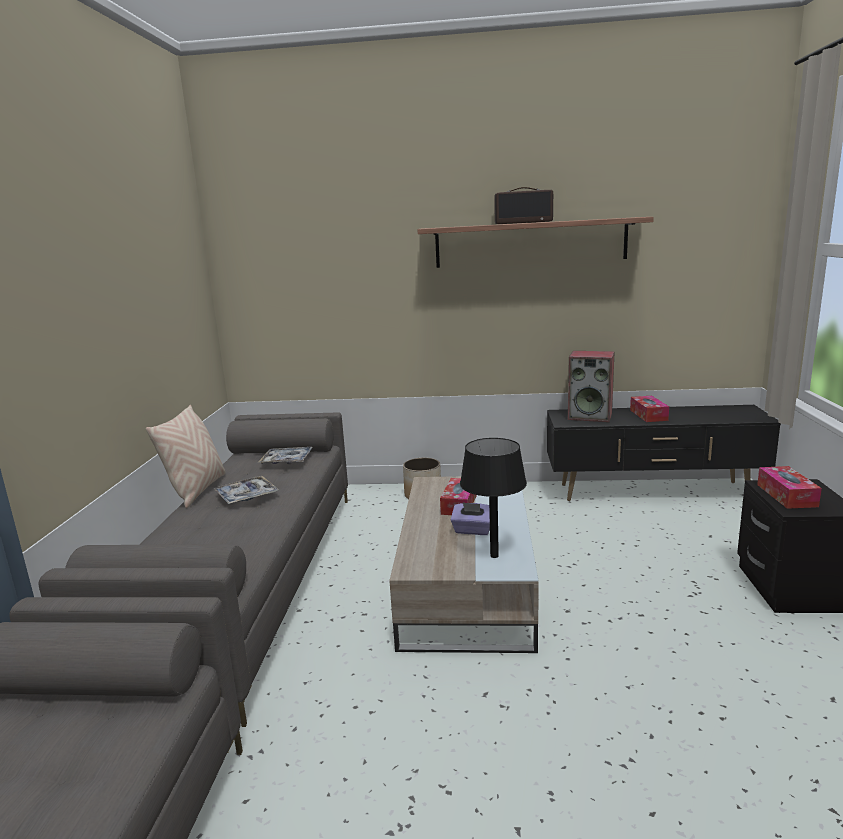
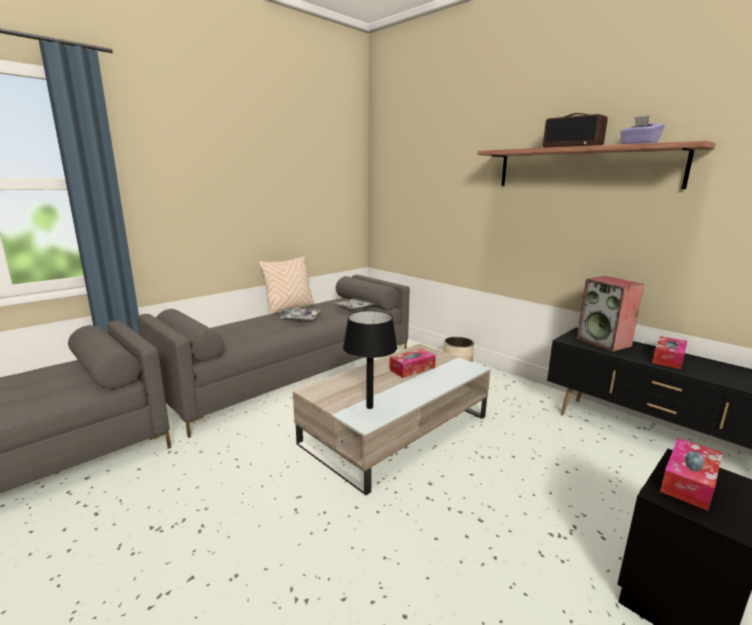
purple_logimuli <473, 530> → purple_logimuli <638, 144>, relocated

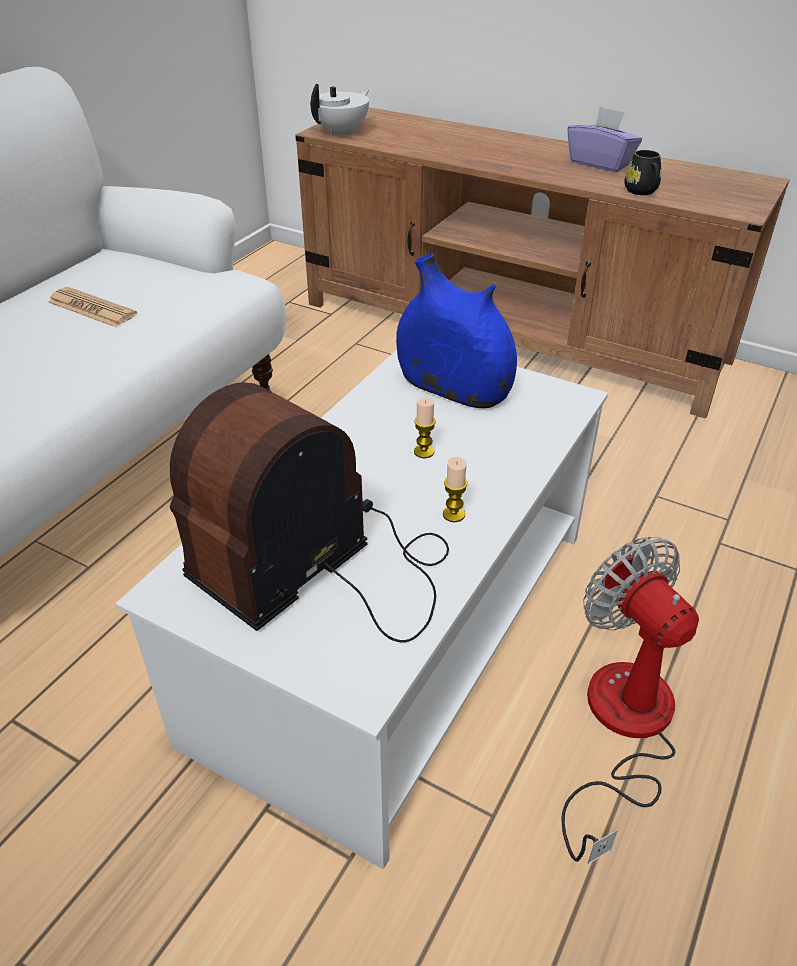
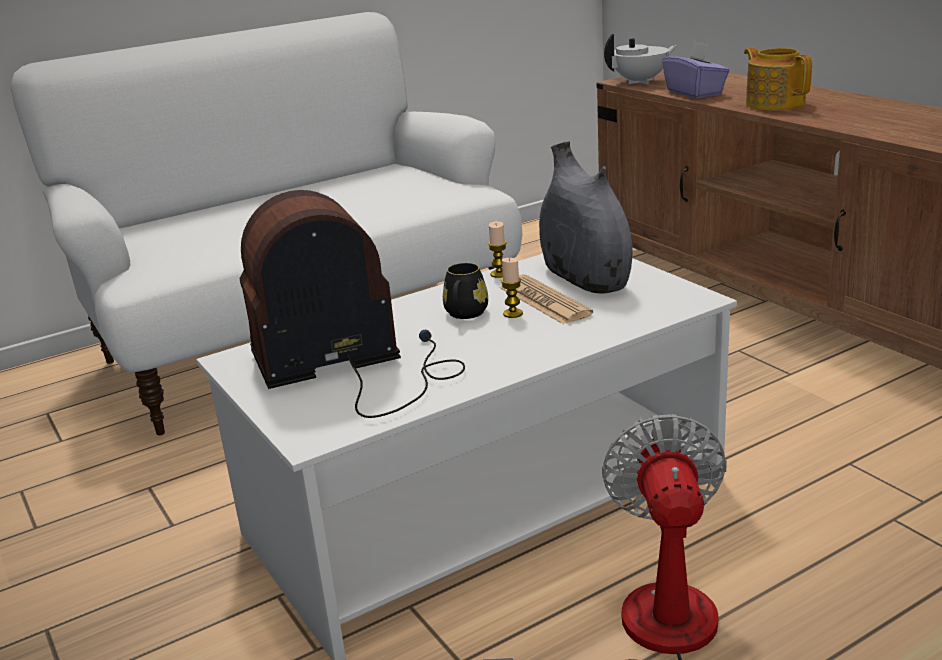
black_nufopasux <642, 192> → black_nufopasux <465, 314>, relocated
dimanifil <453, 514> → dimanifil <499, 274>, relocated
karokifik <92, 308> → karokifik <544, 301>, relocated
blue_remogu <453, 389> → grey_remogu <585, 278>
purple_logimuli <600, 163> → purple_logimuli <695, 93>, relocated
- → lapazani <774, 103>

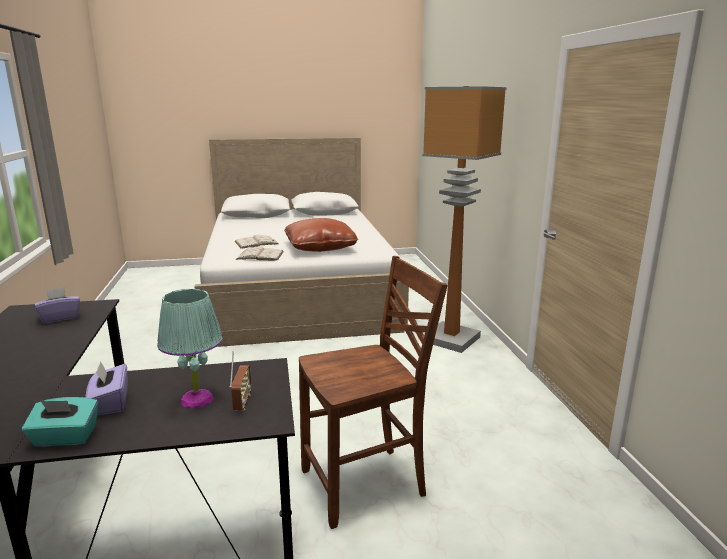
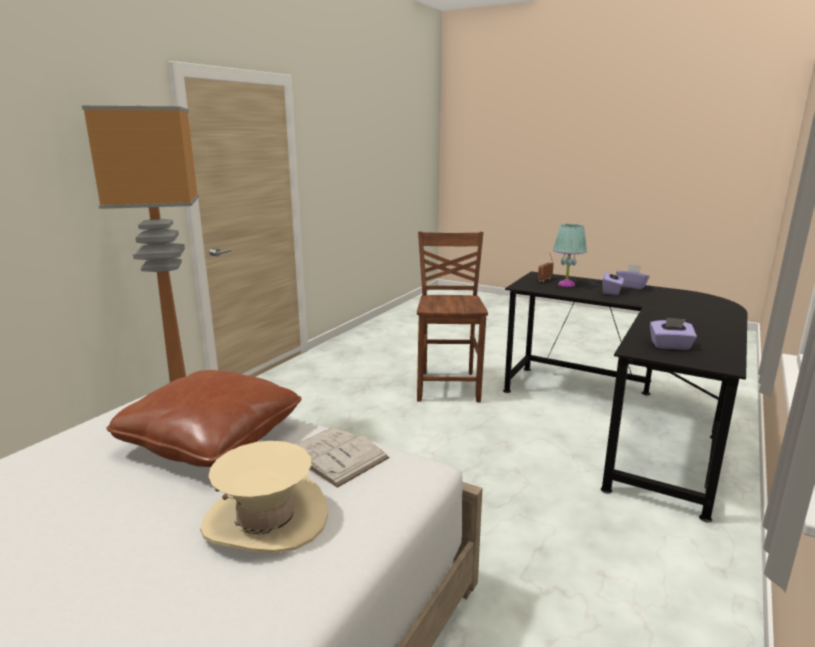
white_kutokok <256, 242> → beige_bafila <265, 519>
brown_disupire <366, 484> → brown_disupire <448, 386>, 75 degrees clockwise
turquoise_logimuli <65, 438> → purple_logimuli <631, 286>

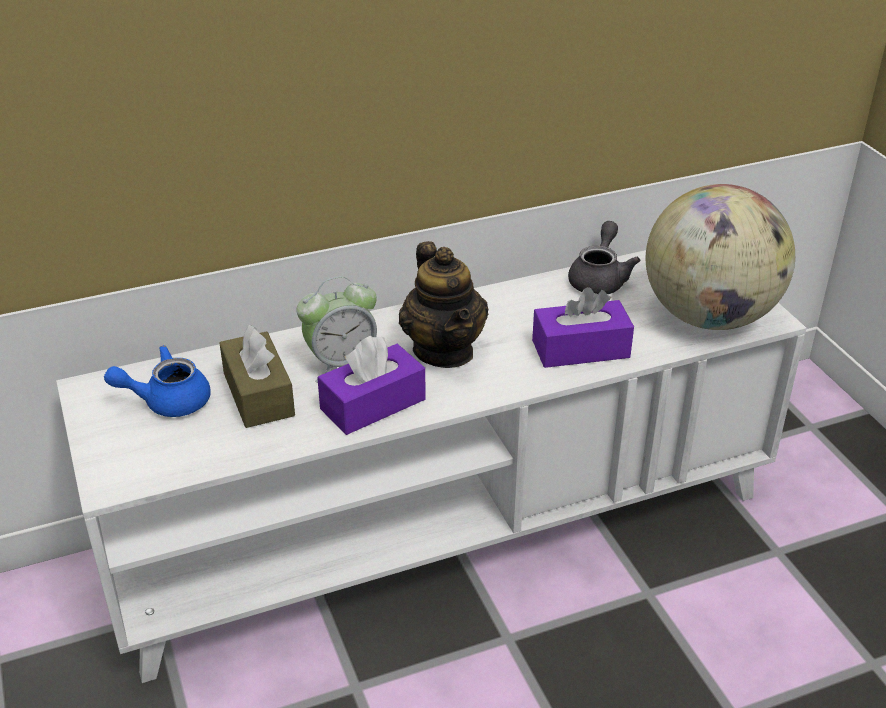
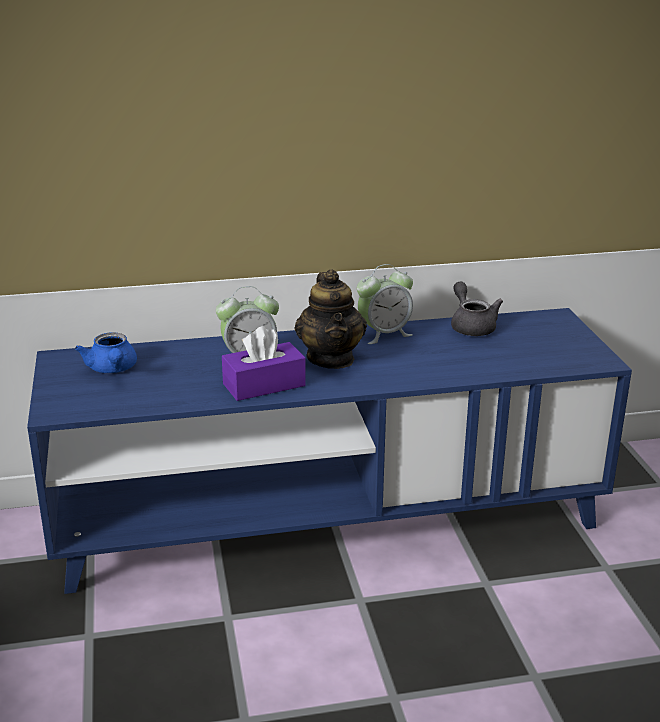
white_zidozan <443, 528> → blue_zidozan <329, 520>
blue_lapazani <167, 401> → blue_lapazani <112, 369>, 105 degrees counterclockwise
- → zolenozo <384, 334>
grey_lapazani <599, 279> → grey_lapazani <471, 326>, 45 degrees counterclockwise
brown_logimuli <258, 394> → -
purple_logimuli <580, 349> → -
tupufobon <709, 317> → -

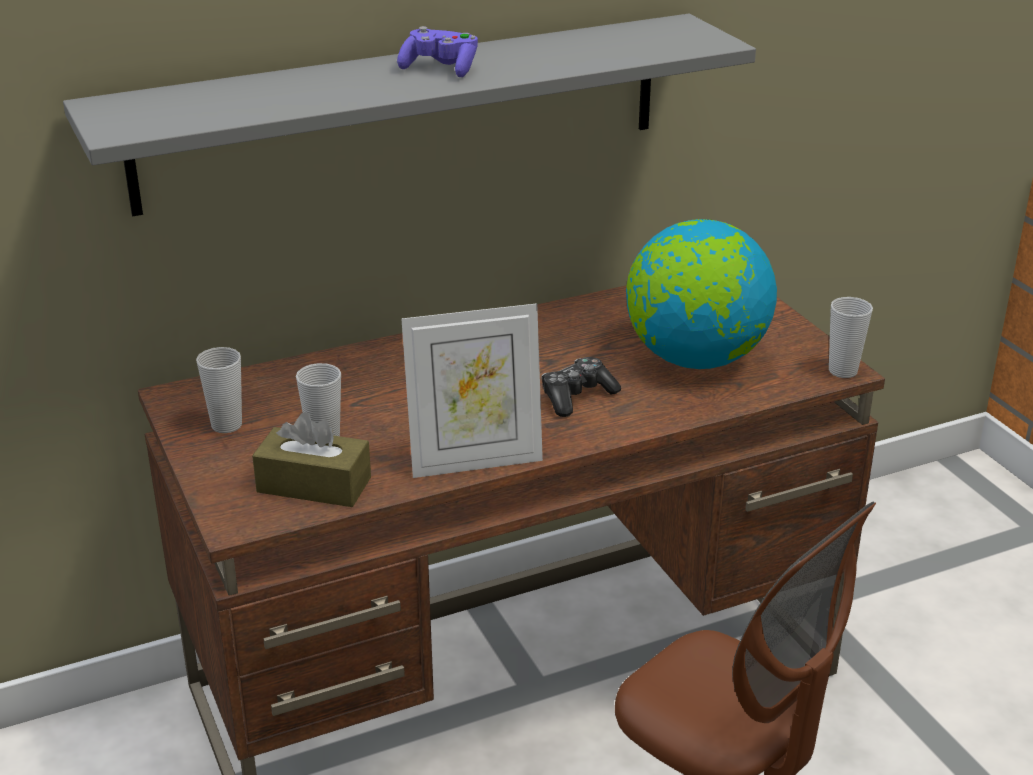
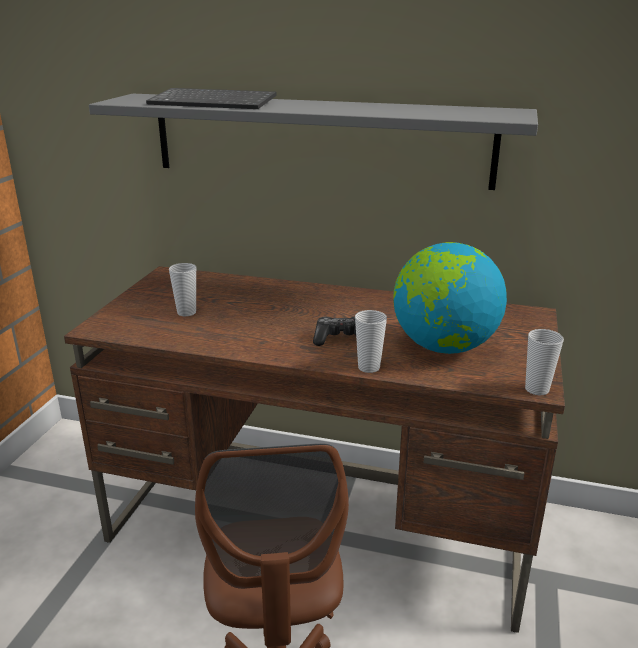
- → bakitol <215, 102>
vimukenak <226, 425> → vimukenak <368, 367>, relocated
brown_logimuli <314, 485> → -
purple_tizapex <440, 69> → -
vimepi <475, 461> → -

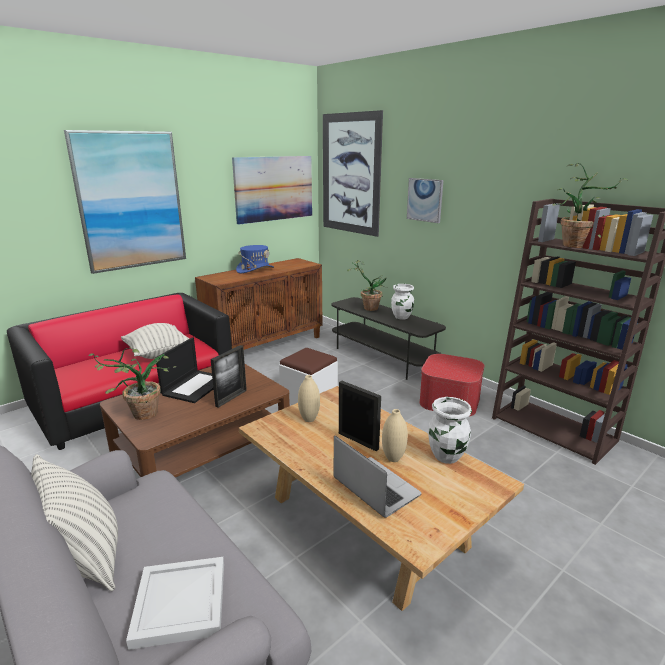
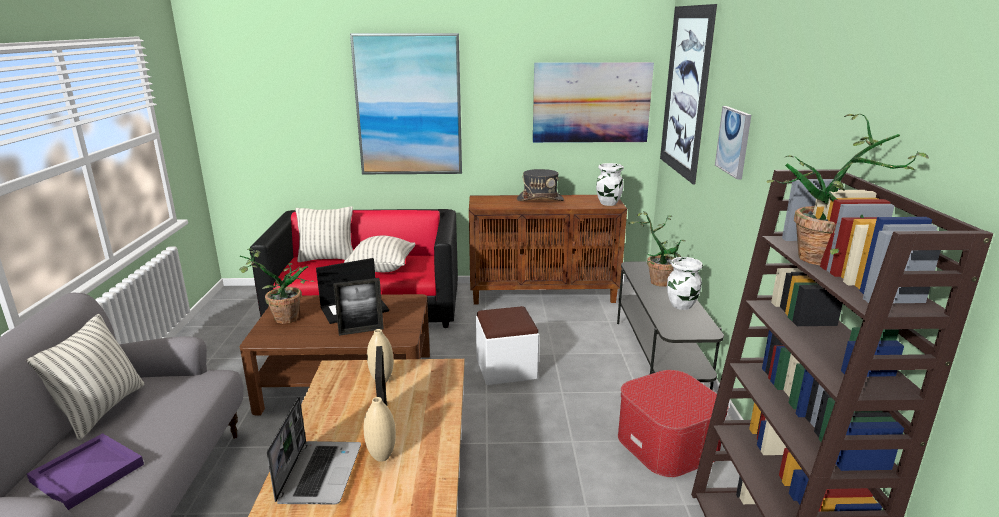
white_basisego <179, 602> → purple_basisego <88, 472>
- → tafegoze <327, 258>
blue_bafila <255, 270> → grey_bafila <540, 199>
white_remogu <447, 457> → white_remogu <608, 203>, relocated

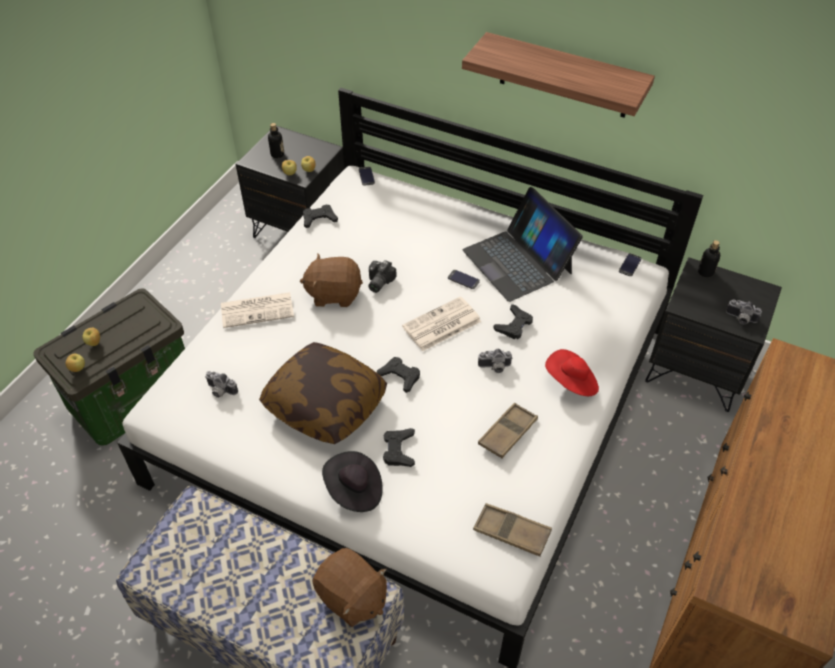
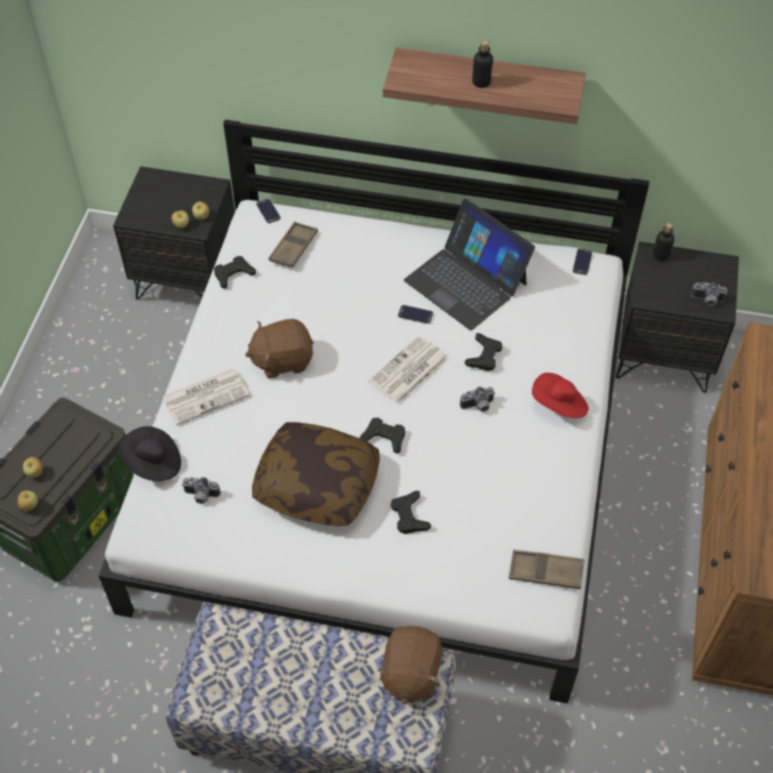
black_bafila <354, 490> → black_bafila <153, 463>, relocated
brown_basisego <507, 433> → brown_basisego <293, 248>, relocated
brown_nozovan <351, 597> → brown_nozovan <410, 673>, 75 degrees clockwise
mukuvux <277, 154> → mukuvux <481, 82>, relocated
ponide <378, 282> → -

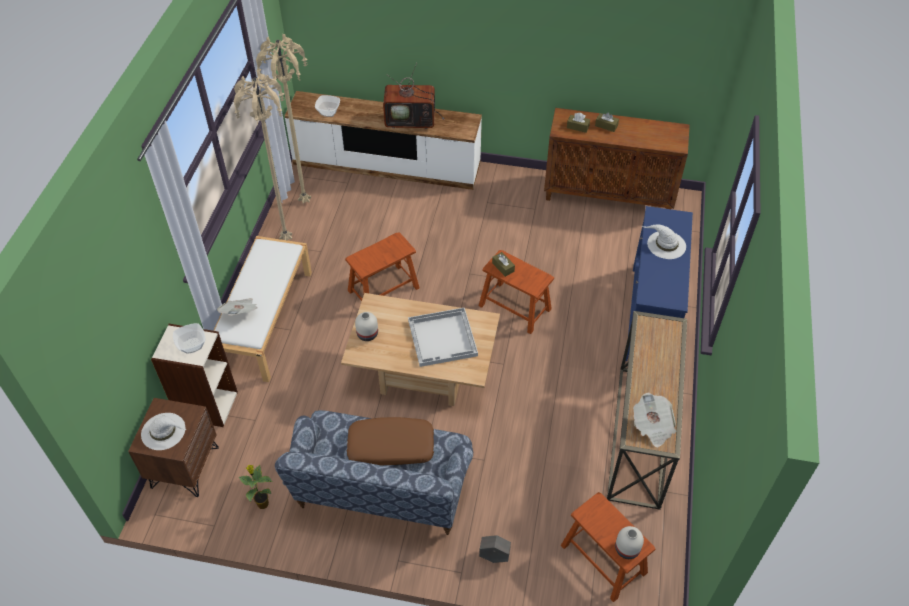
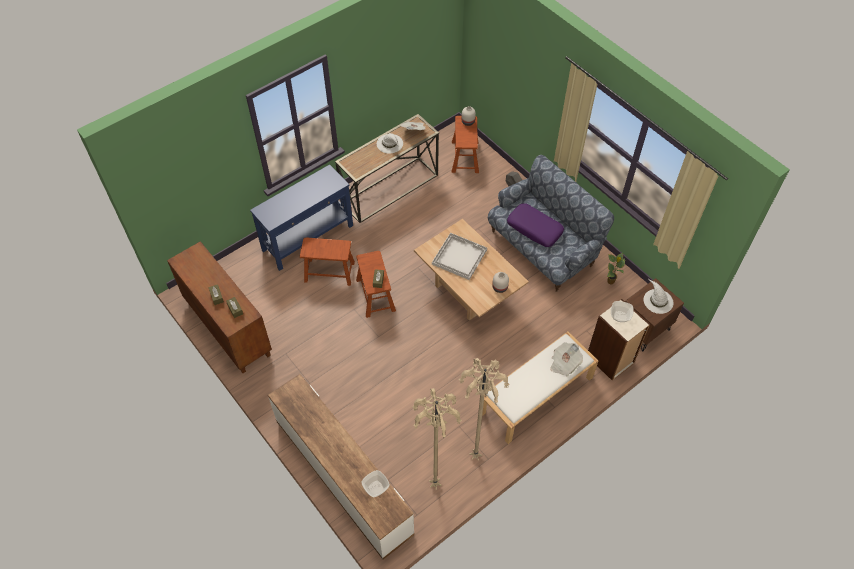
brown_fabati <383, 289> → brown_fabati <329, 271>, relocated
white_bafila <665, 245> → white_bafila <390, 144>, relocated
brown_tafegoze <390, 447> → purple_tafegoze <535, 229>
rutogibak <412, 120> → -

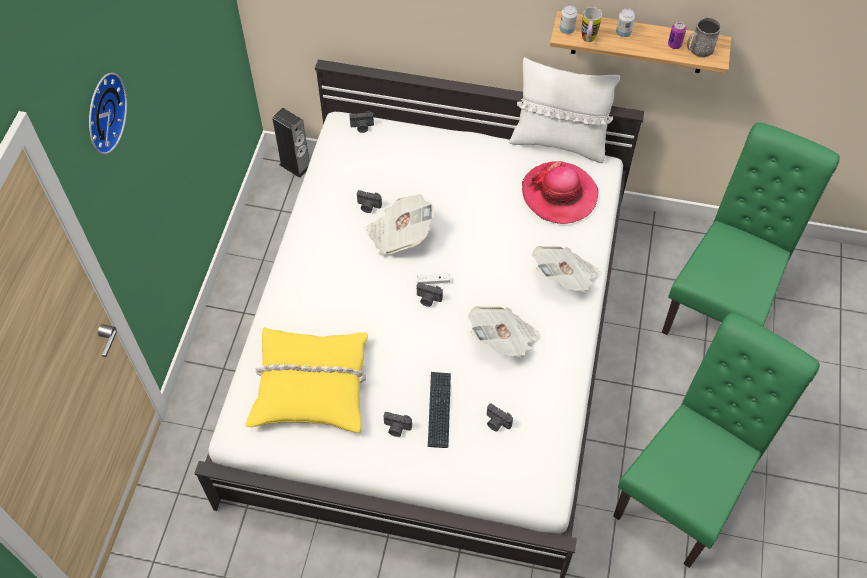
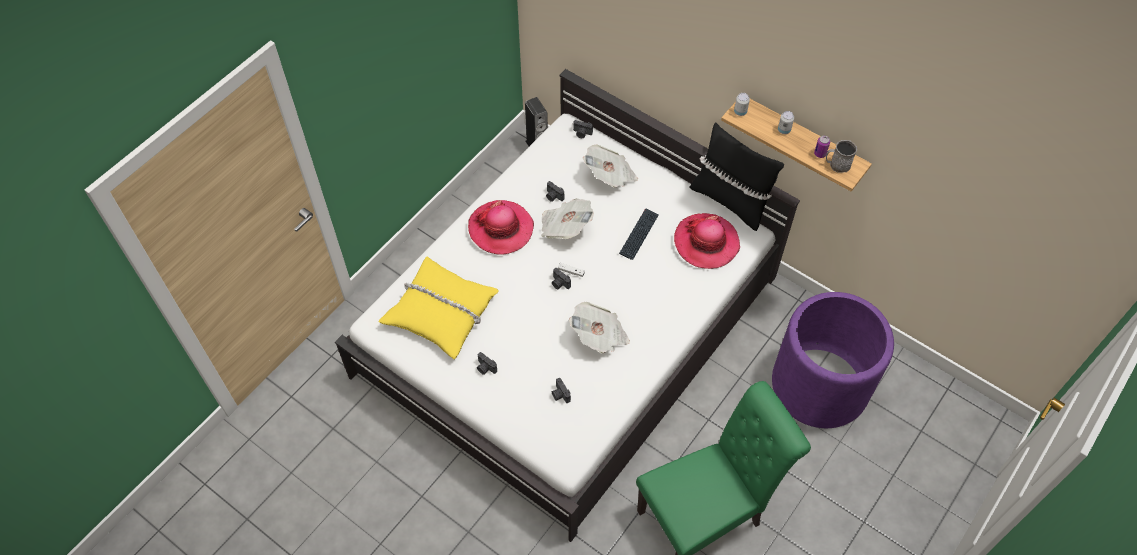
- → bafila <501, 229>
karokifik <565, 277> → karokifik <610, 176>, relocated
bakitol <439, 410> → bakitol <639, 234>, relocated
white_tafegoze <559, 142> → black_tafegoze <730, 201>
green_disupire <722, 303> → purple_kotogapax <820, 385>
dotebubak <101, 112> → -
nufopasux <588, 40> → -

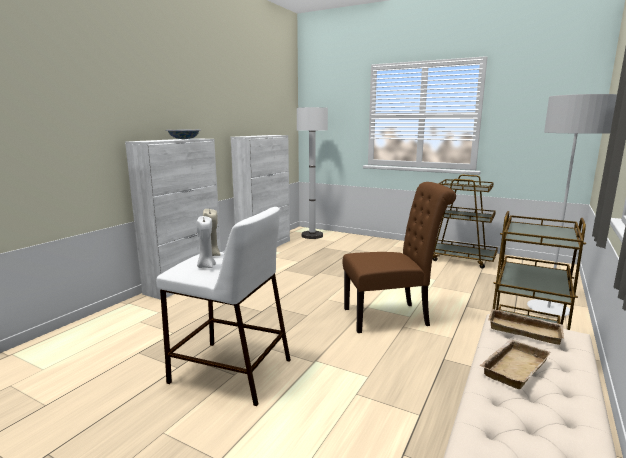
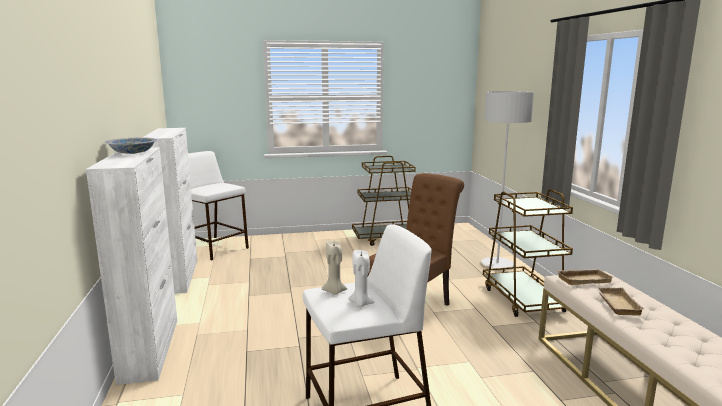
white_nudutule <312, 236> → white_fabati <214, 248>

